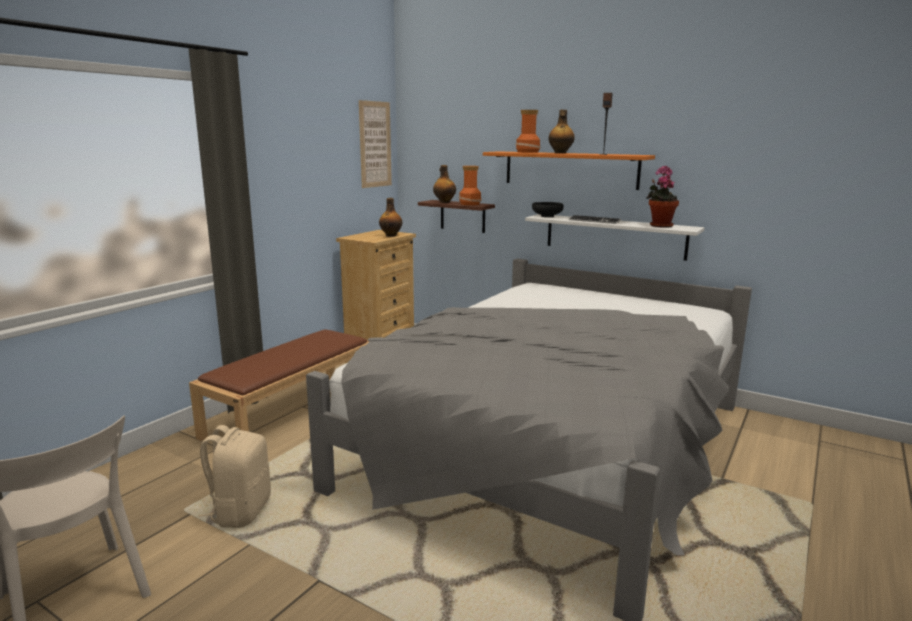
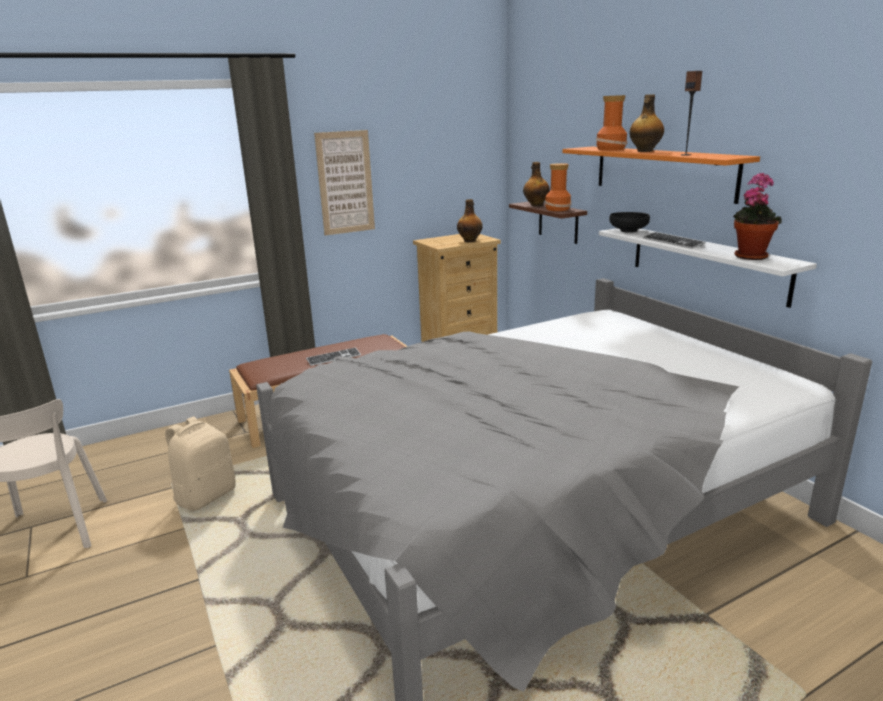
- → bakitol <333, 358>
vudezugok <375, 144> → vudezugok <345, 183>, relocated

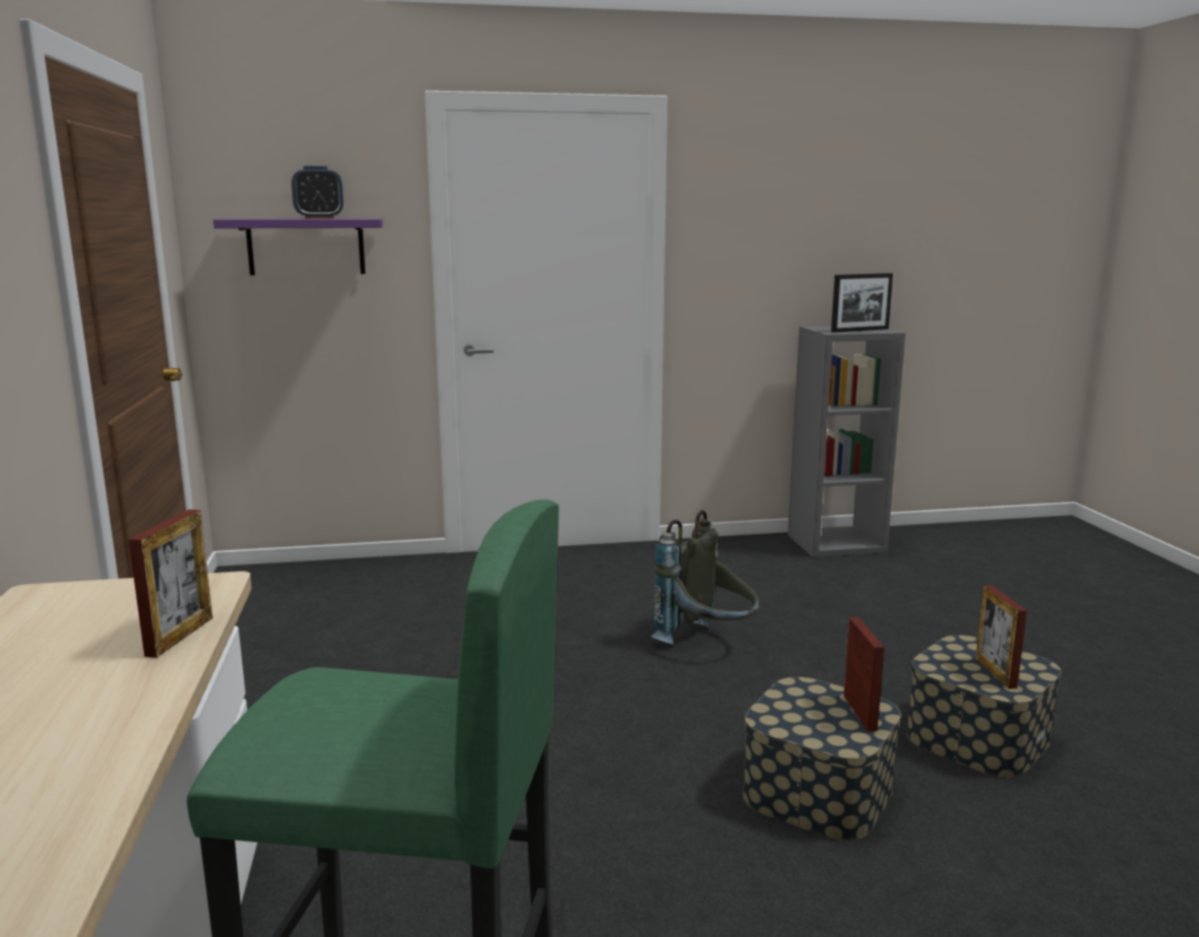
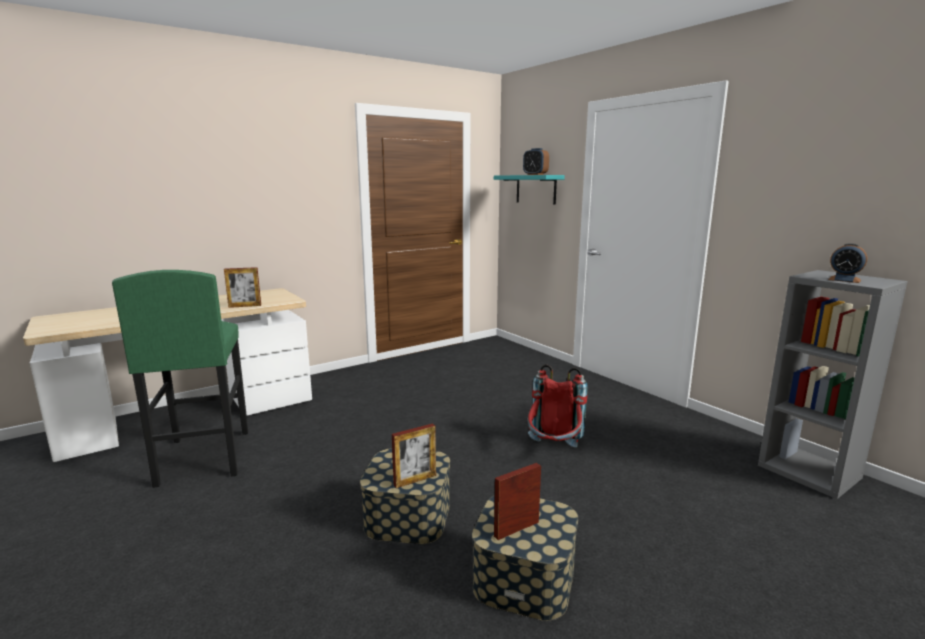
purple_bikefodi <306, 246> → turquoise_bikefodi <536, 189>
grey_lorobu <708, 643> → red_lorobu <553, 451>
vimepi <860, 330> → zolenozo <844, 280>

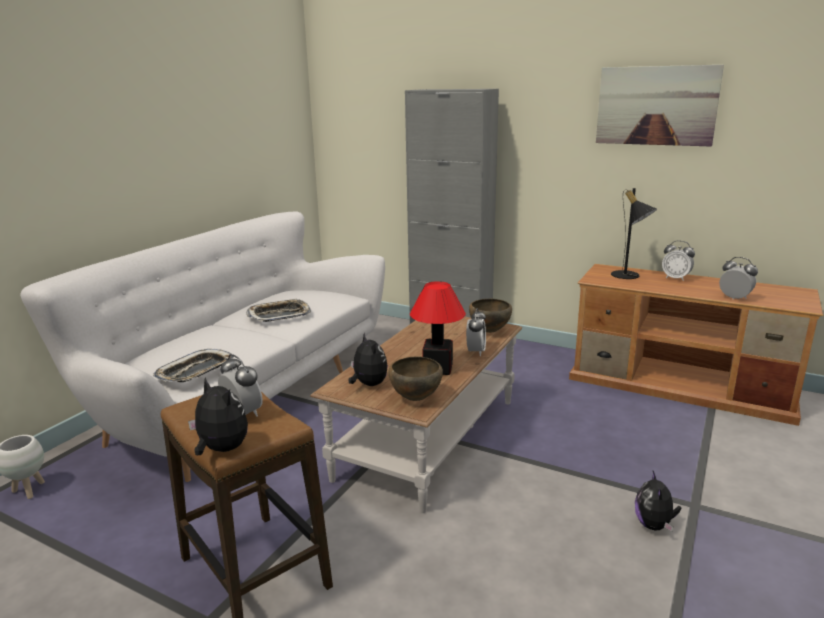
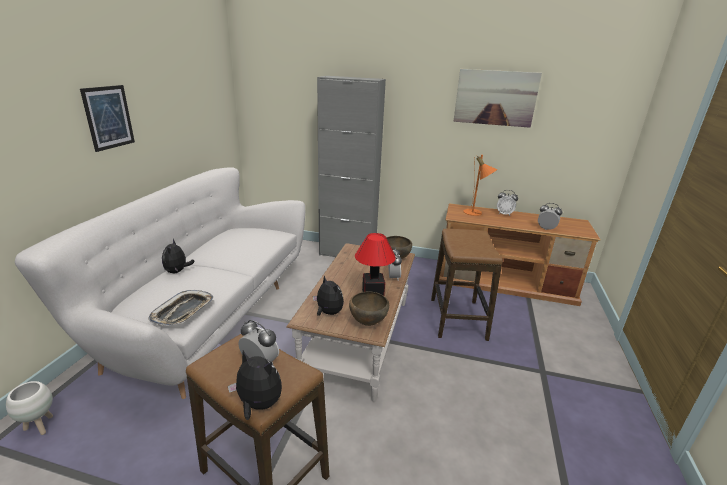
- → vudezugok <108, 117>
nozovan <654, 525> → nozovan <177, 271>, relocated
- → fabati <457, 319>
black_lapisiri <629, 276> → orange_lapisiri <475, 213>
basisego <279, 315> → -

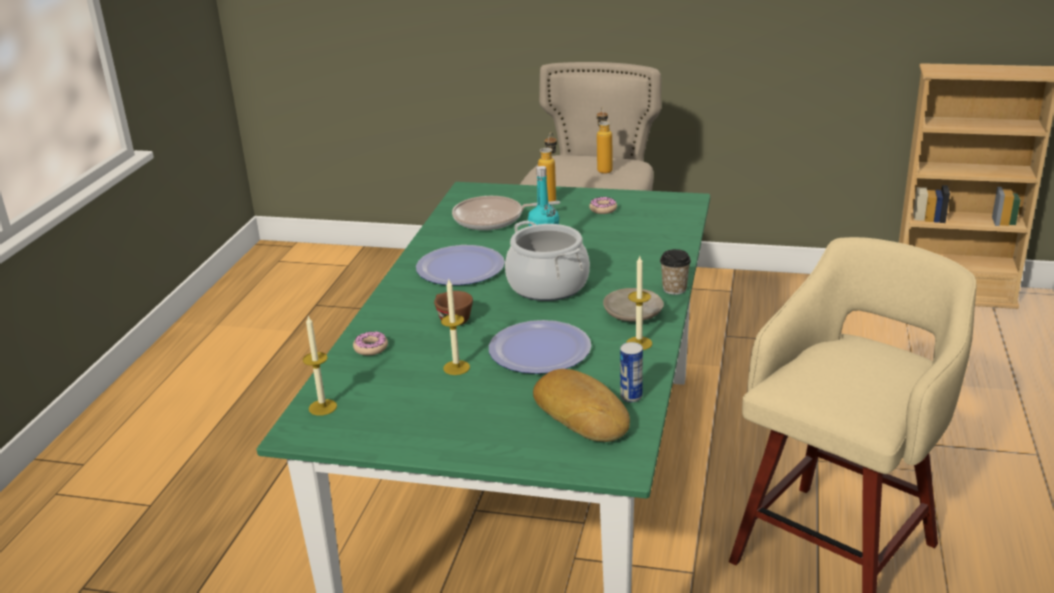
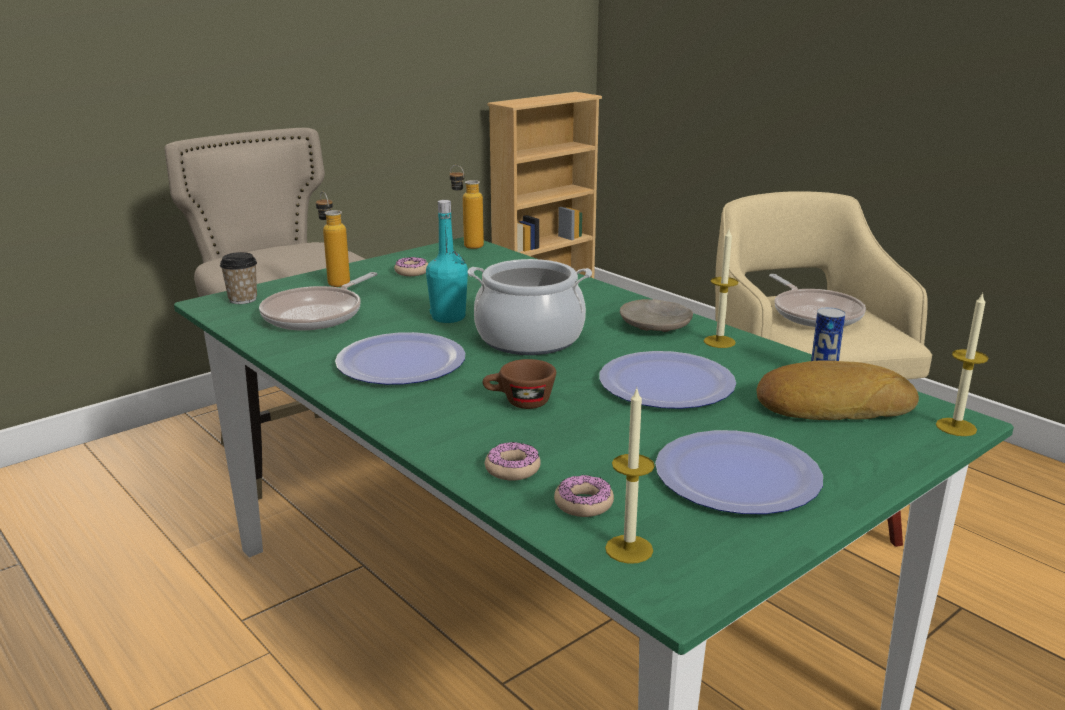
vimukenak <674, 289> → vimukenak <243, 299>, relocated
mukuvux <603, 168> → mukuvux <467, 245>, relocated
- → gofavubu <583, 504>
- → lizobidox <737, 475>
- → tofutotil <814, 313>
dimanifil <456, 367> → dimanifil <956, 427>, relocated

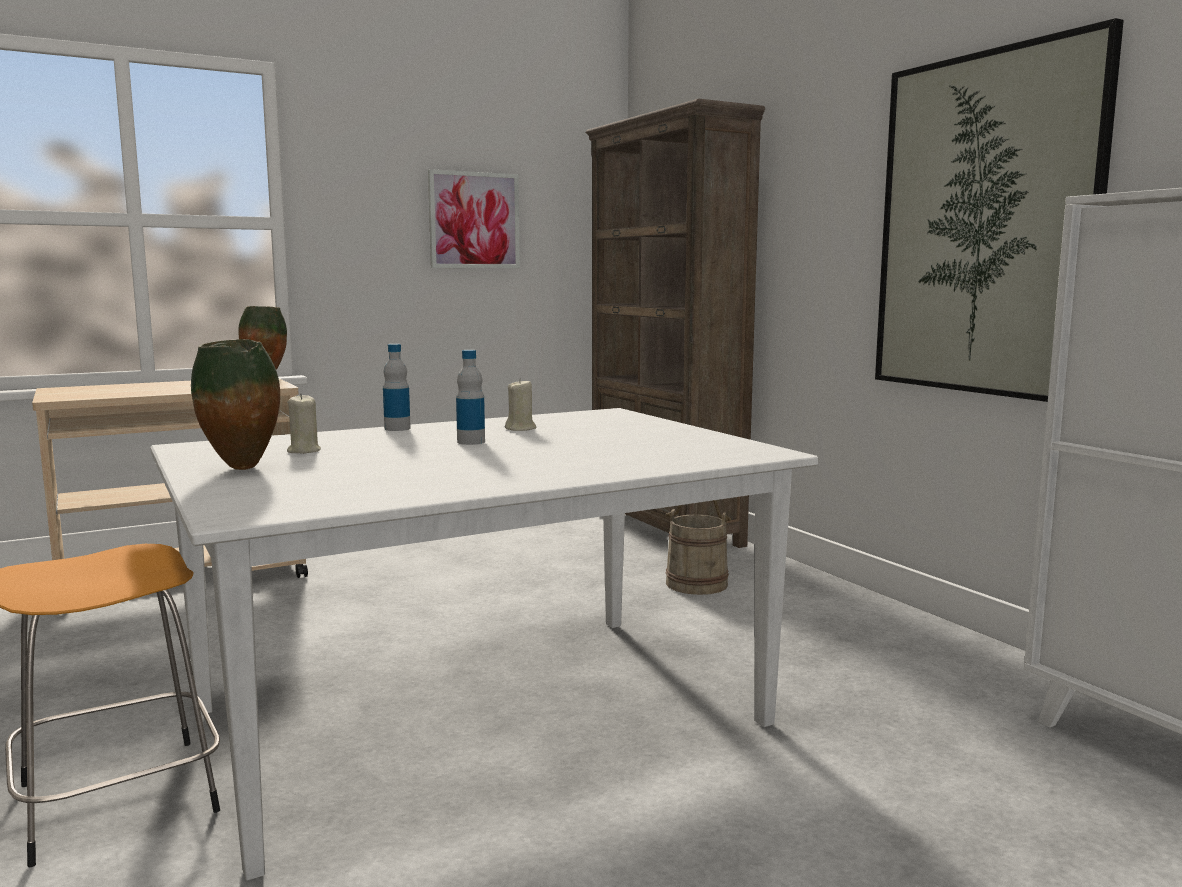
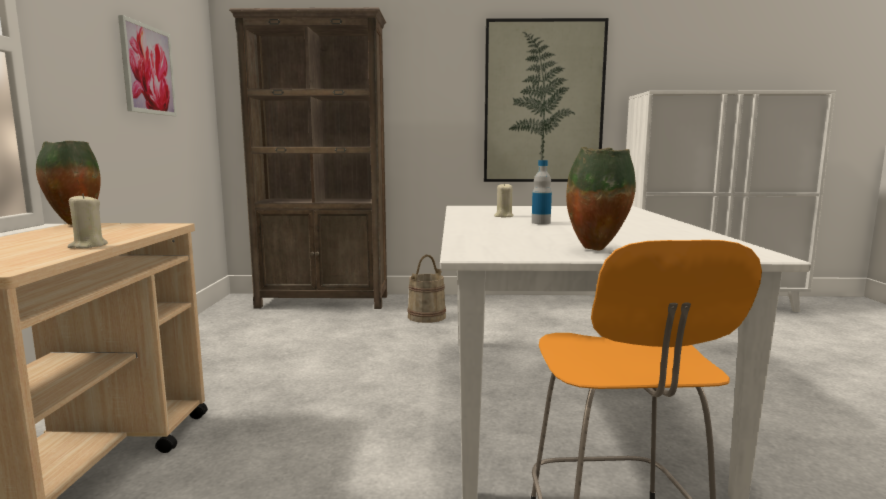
beige_dimanifil <303, 451> → beige_dimanifil <88, 246>, relocated
mukuvux <397, 428> → -

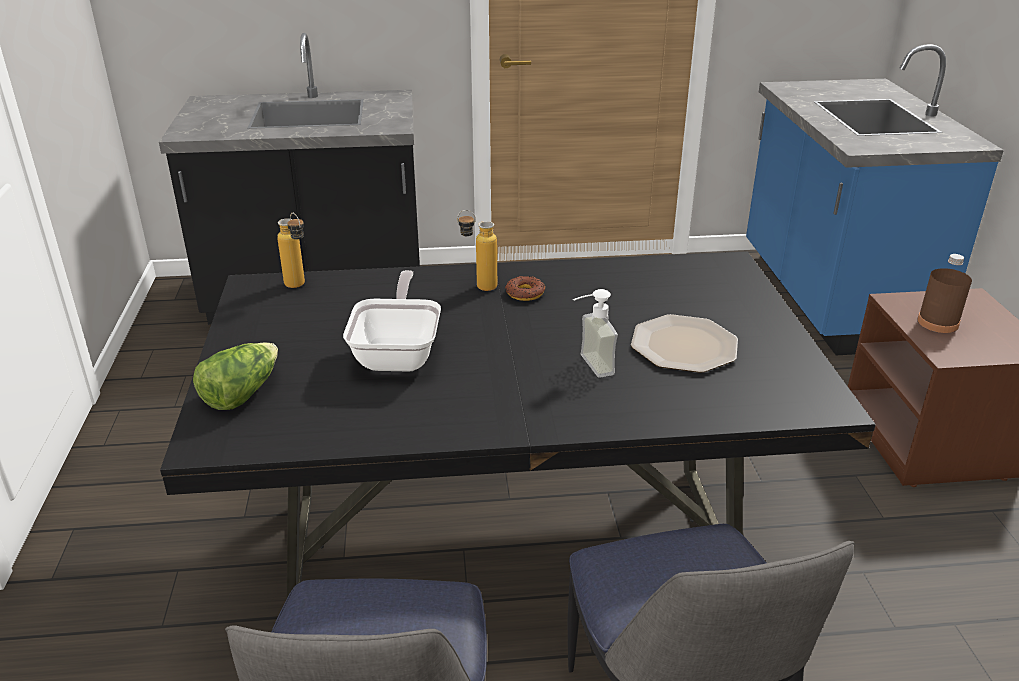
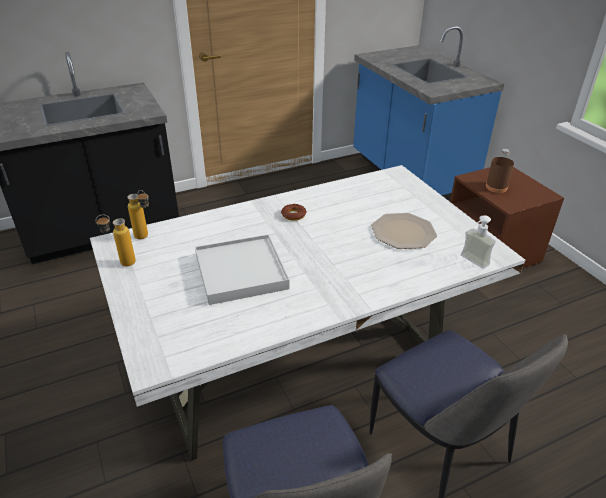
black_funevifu <512, 543> → white_funevifu <302, 365>
mukuvux <478, 287> → mukuvux <121, 264>, relocated
tofutotil <399, 353> → white_basisego <241, 272>
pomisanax <588, 366> → pomisanax <471, 262>, relocated
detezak <241, 393> → -

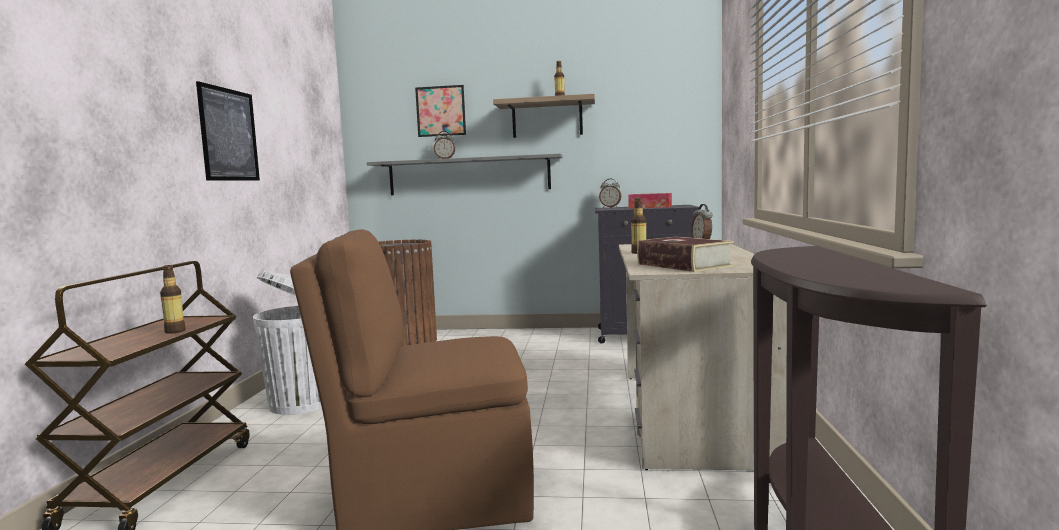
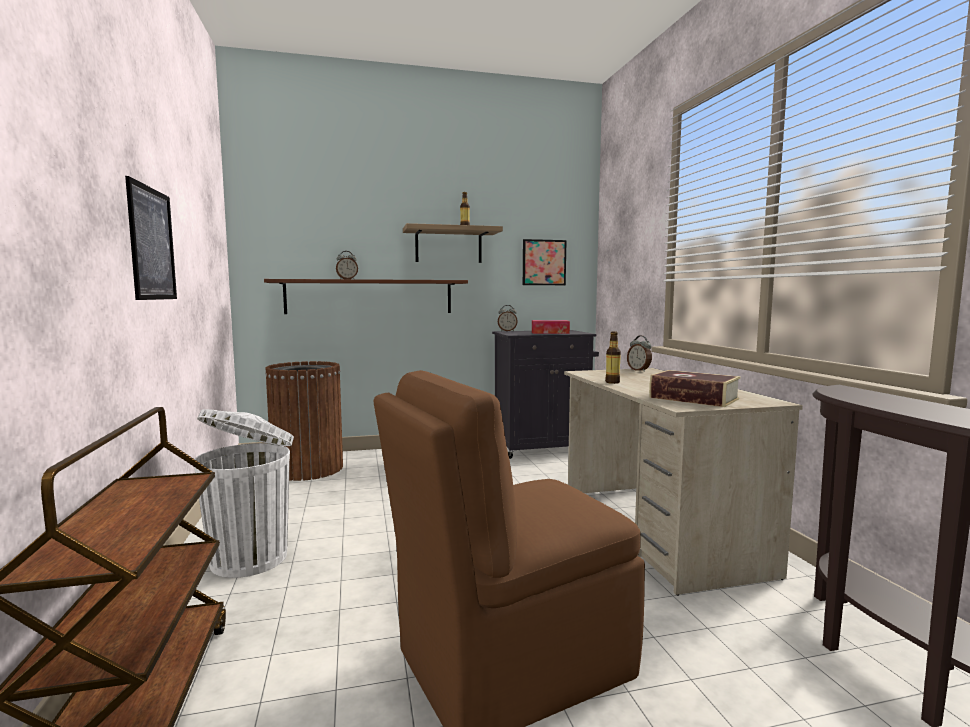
grey_bikefodi <469, 175> → brown_bikefodi <369, 296>
vudezugok <441, 111> → vudezugok <544, 262>, relocated
mukuvux <175, 331> → -

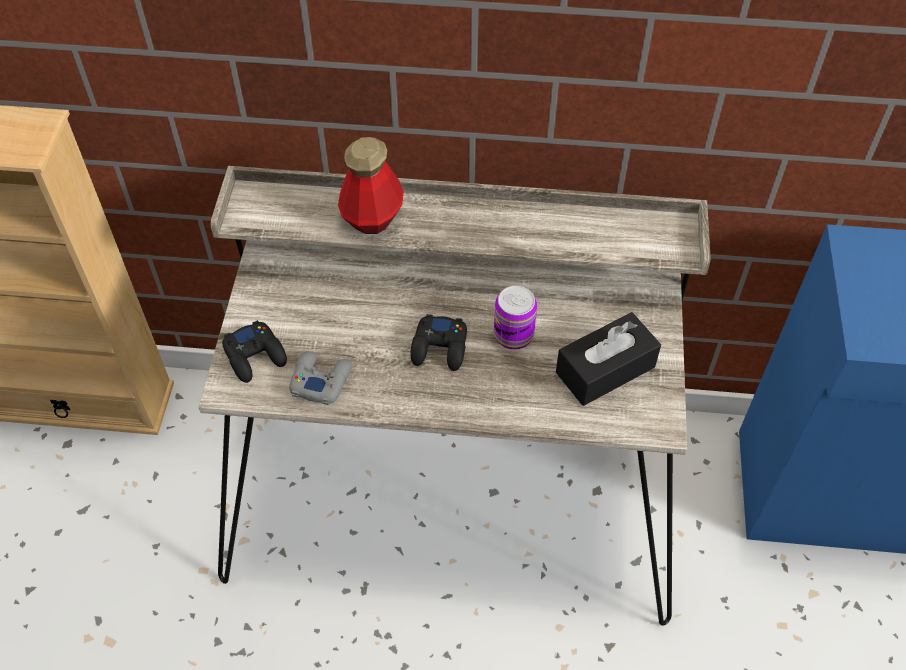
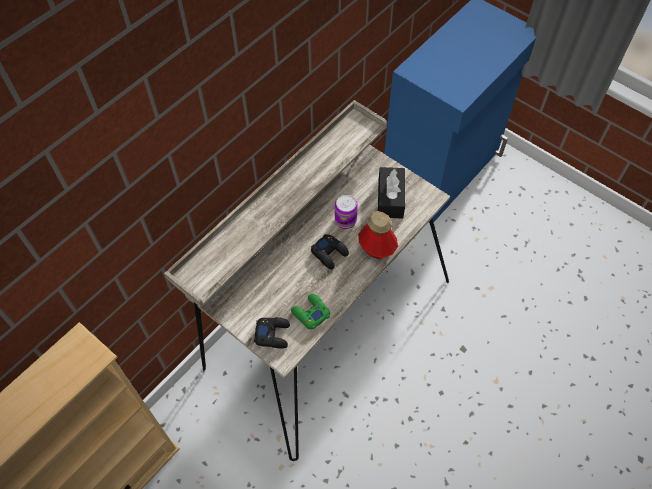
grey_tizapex <320, 380> → green_tizapex <310, 313>
mukuvux <372, 218> → mukuvux <377, 248>, relocated

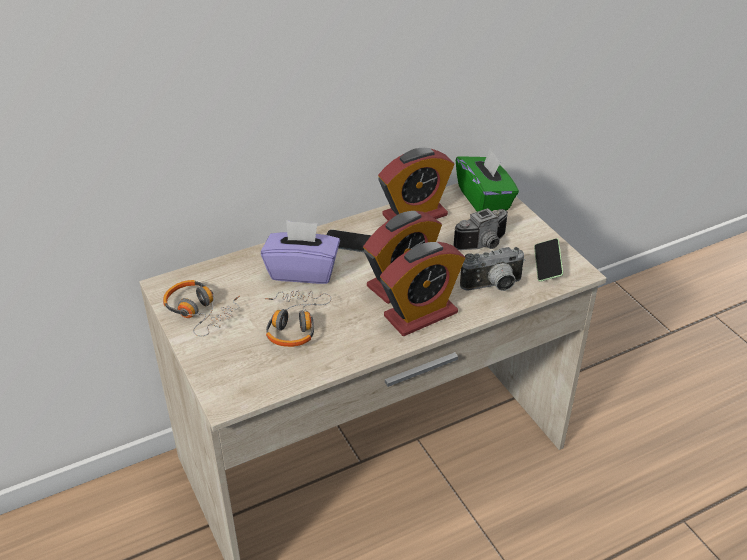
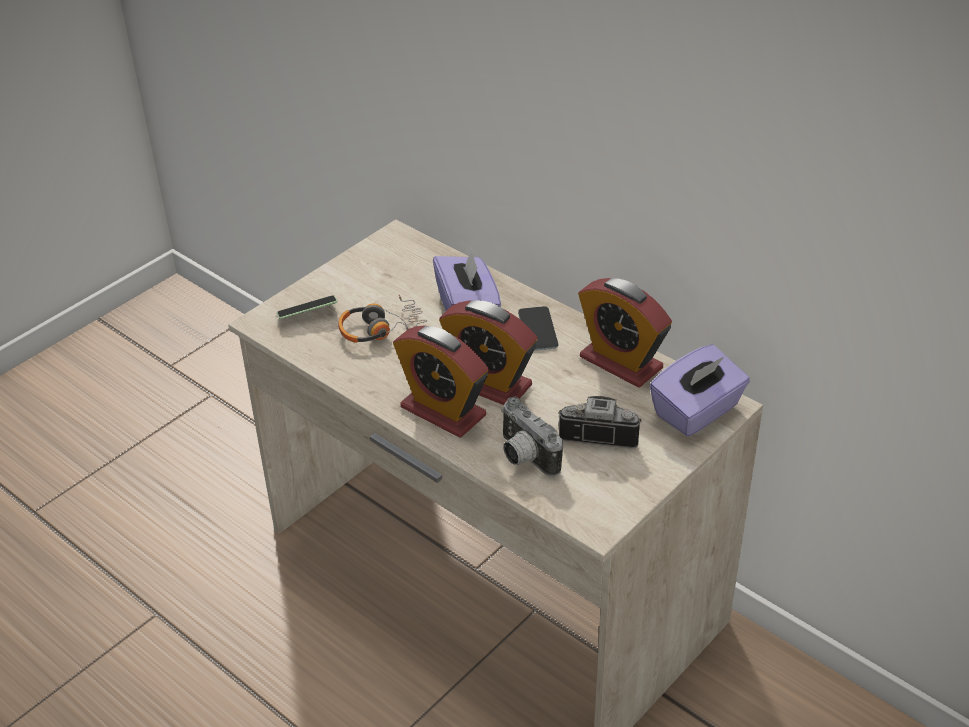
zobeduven <547, 266> → zobeduven <308, 314>, relocated
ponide <484, 245> → ponide <600, 432>, 150 degrees clockwise
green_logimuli <484, 199> → purple_logimuli <697, 412>
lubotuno <200, 312> → -

